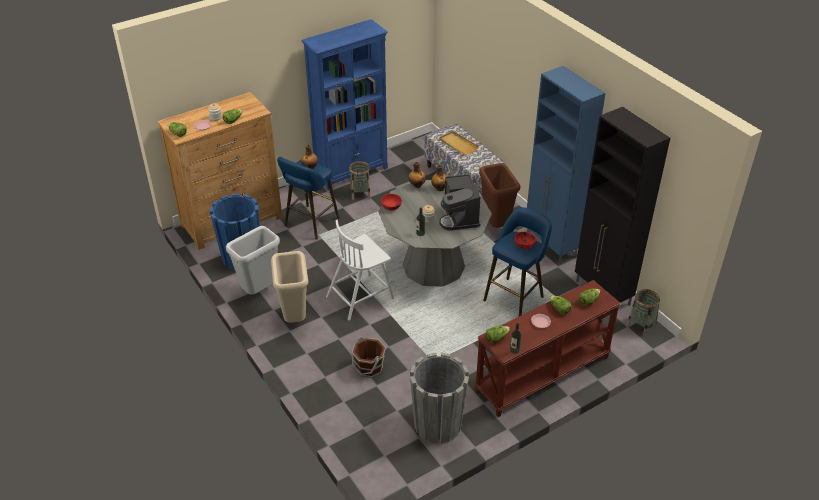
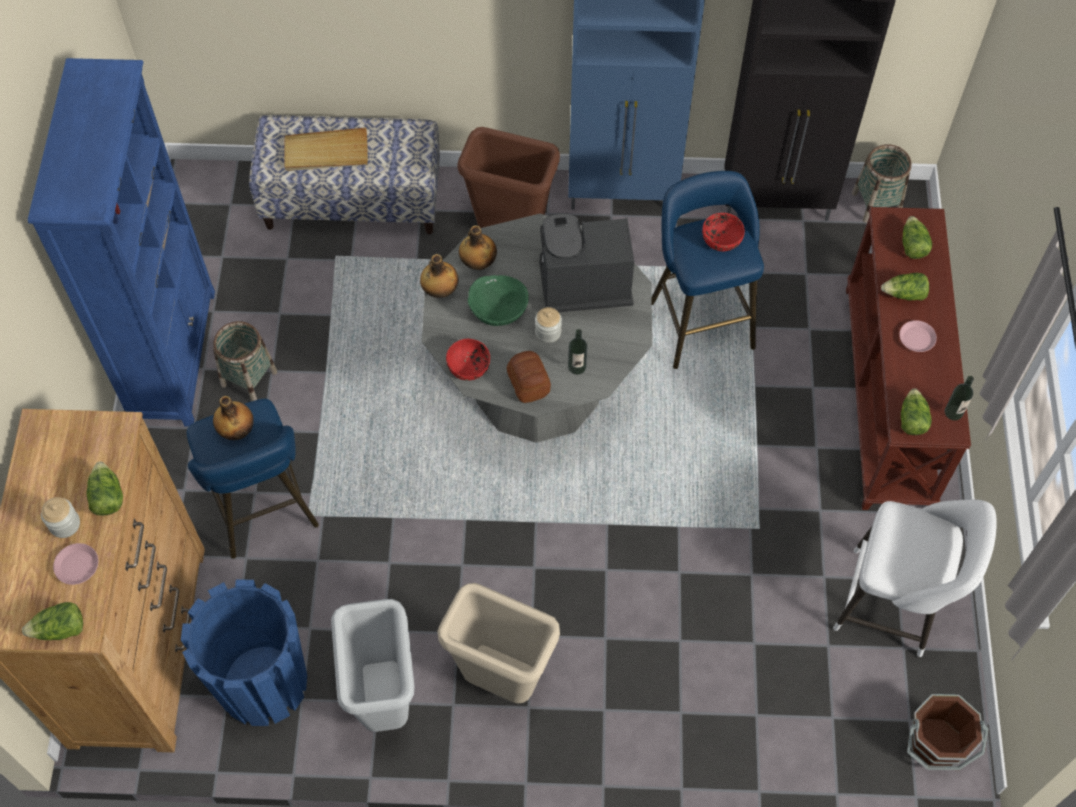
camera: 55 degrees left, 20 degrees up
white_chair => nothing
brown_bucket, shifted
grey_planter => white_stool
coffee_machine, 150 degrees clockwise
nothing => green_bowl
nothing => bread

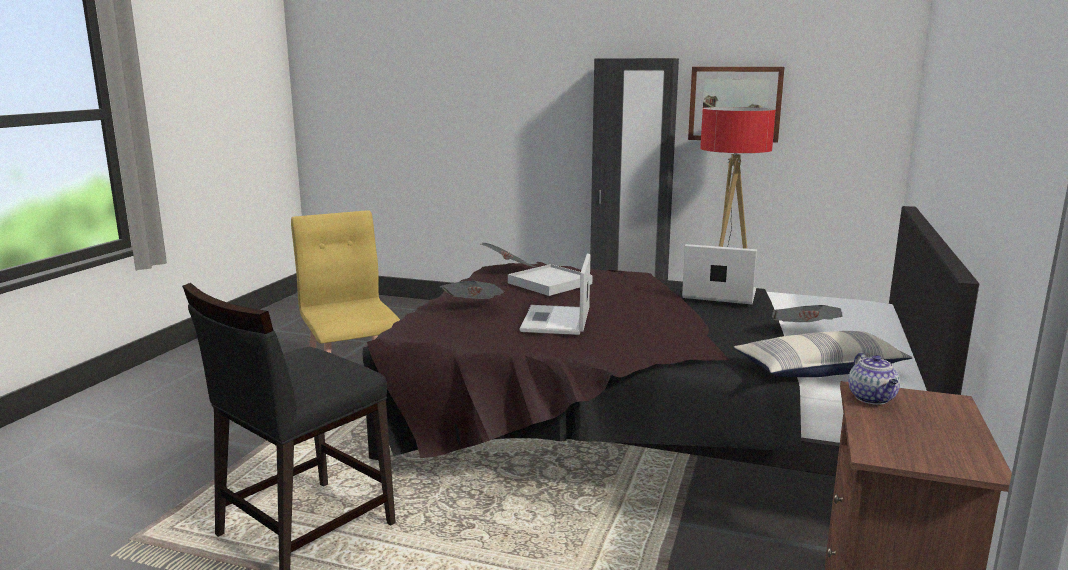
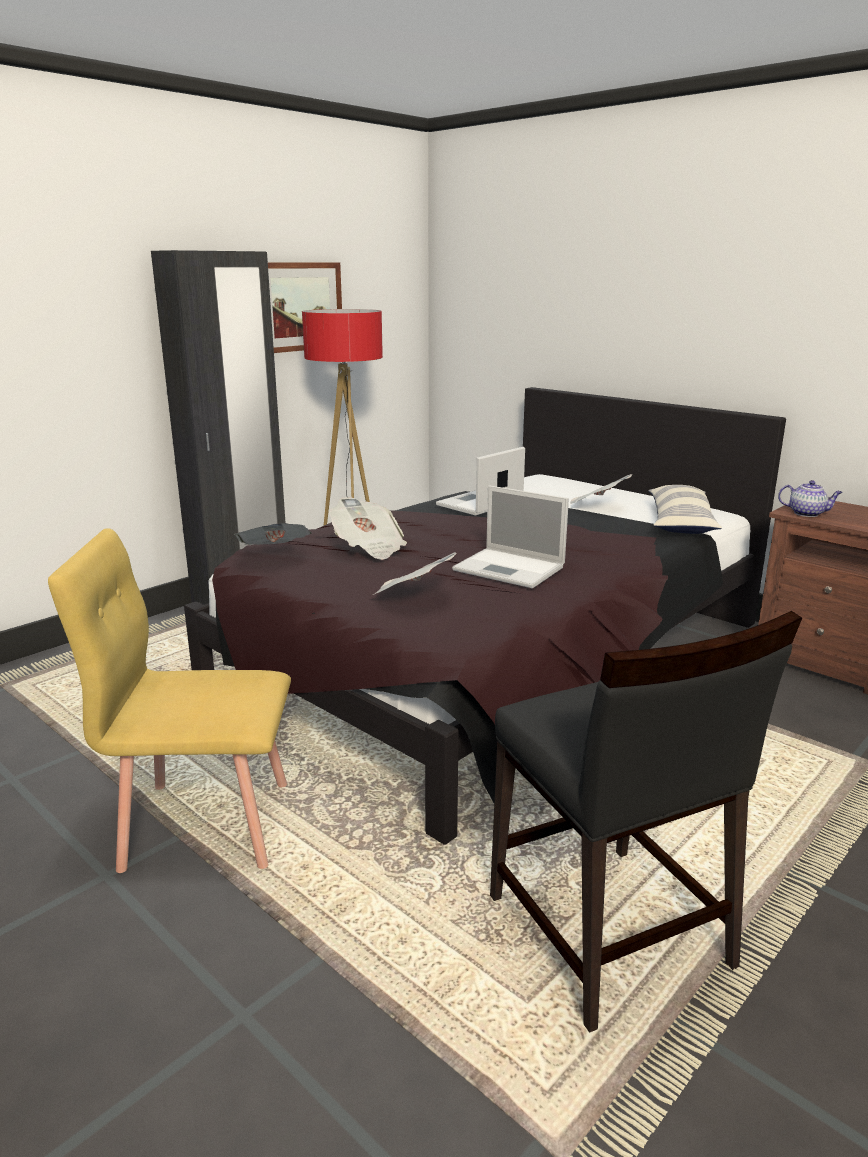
camera: 65 degrees left, 5 degrees up
white_tray => newspaper (no. 2 from left)

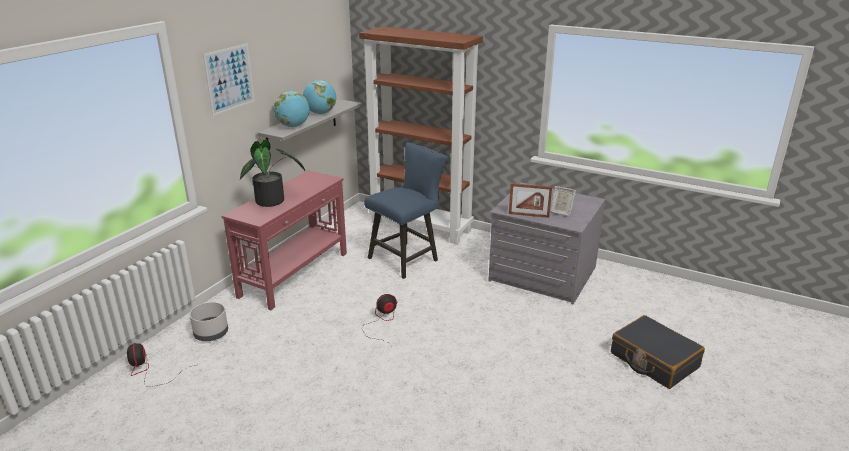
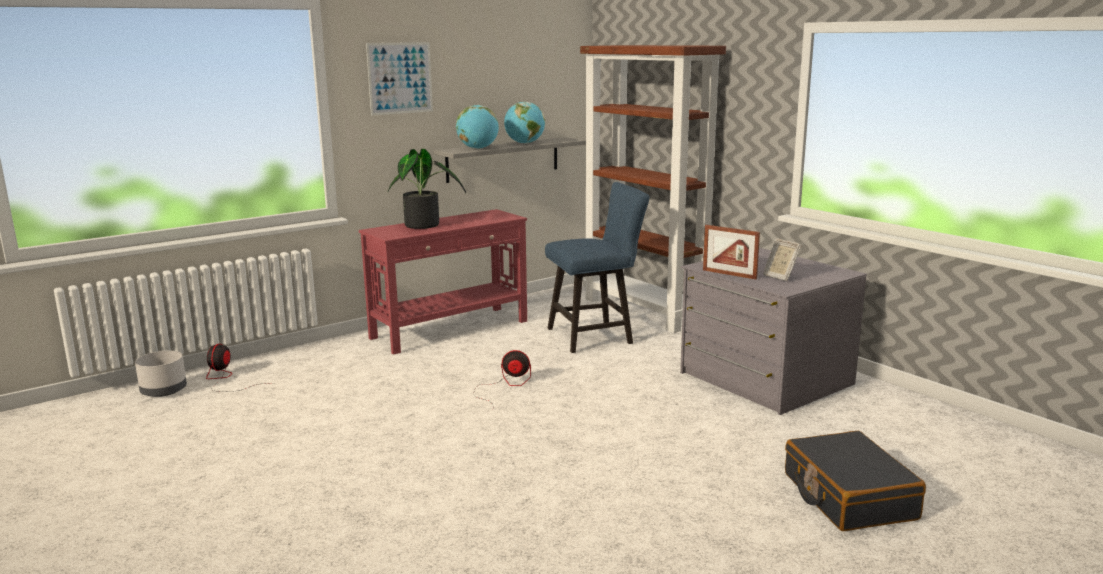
camera: 25 degrees right, 10 degrees down
grey_planter, shifted

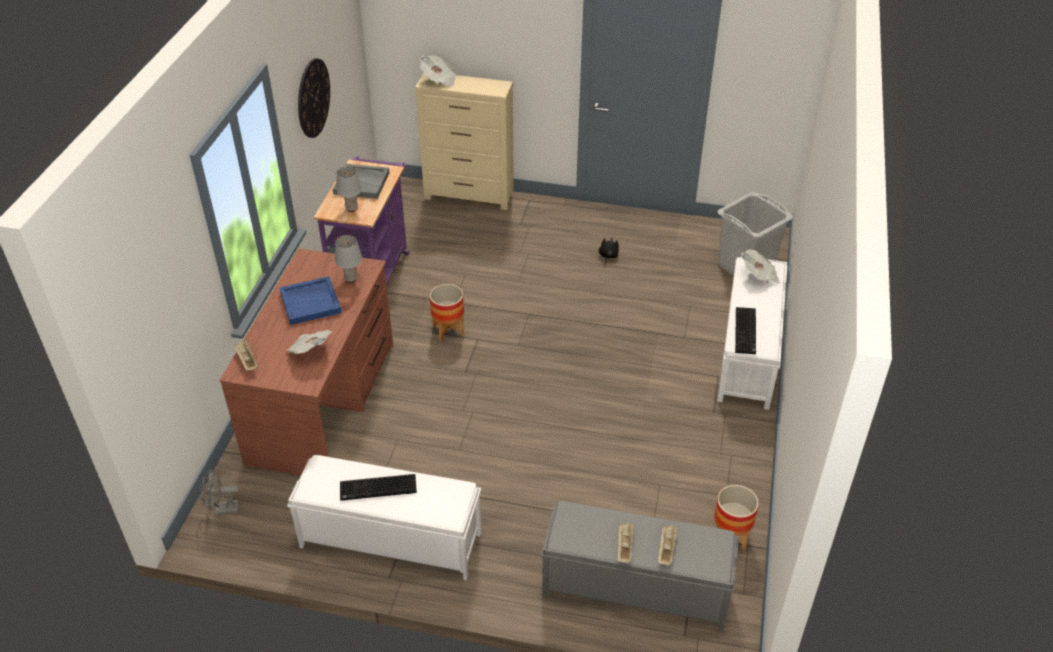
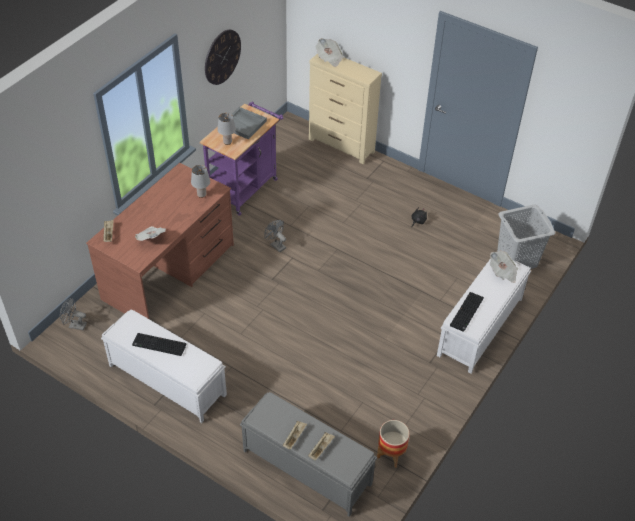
camera: 20 degrees right, 5 degrees up
blue_tray => nothing
planter (no. 1 from left) => grey_fan (no. 2 from left)

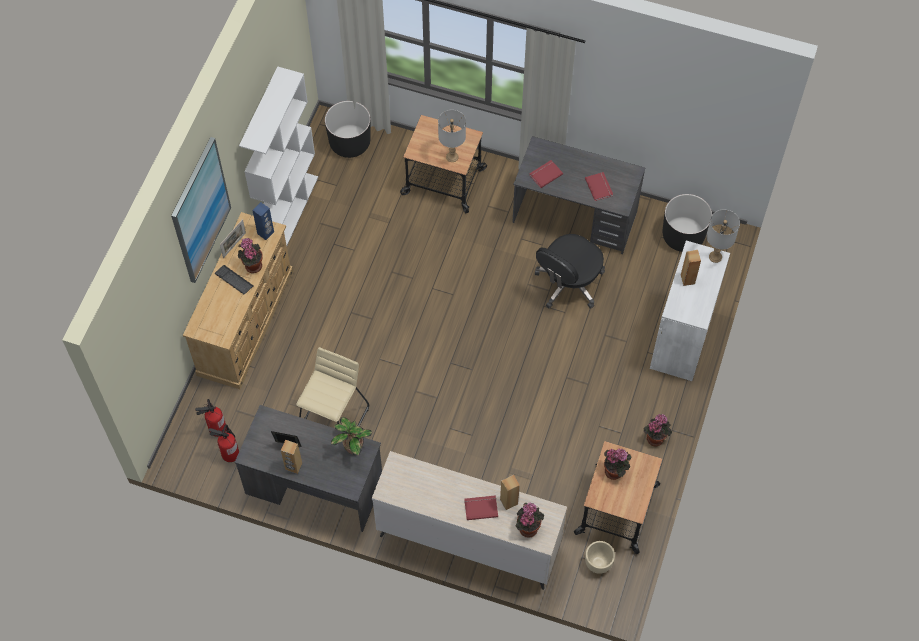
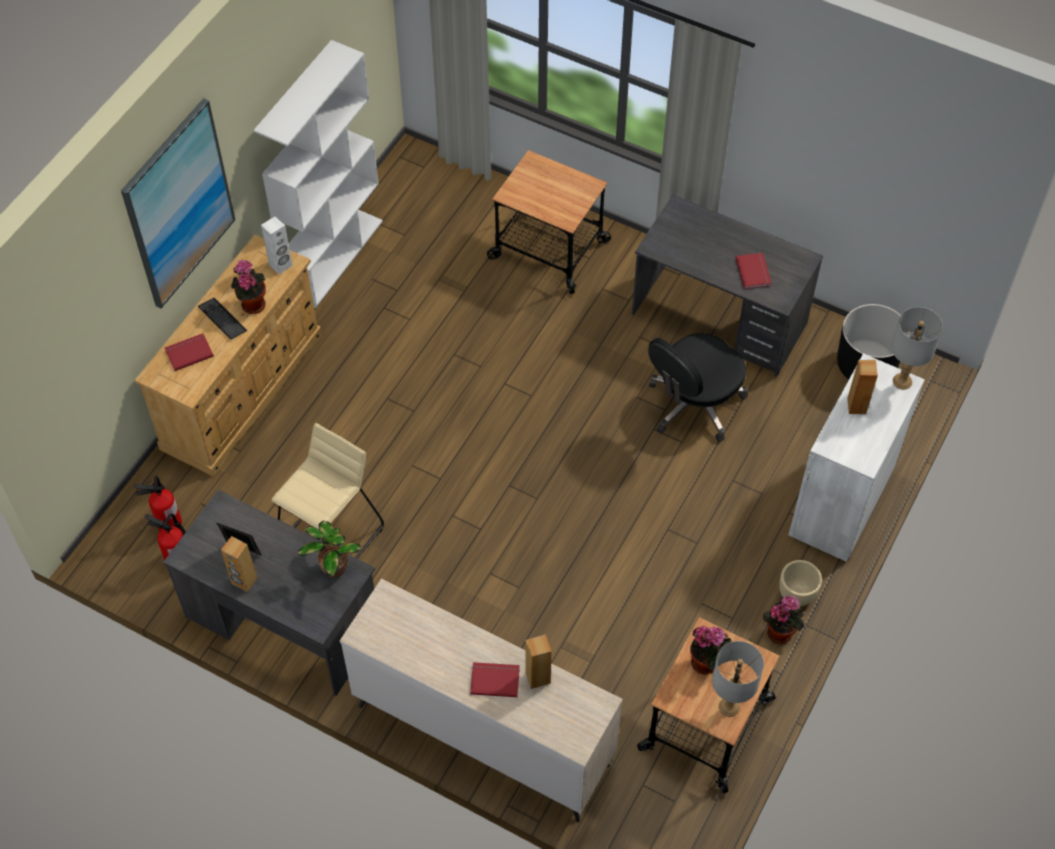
camera: 10 degrees right, 5 degrees down
picture_frame (no. 1 from left) => nothing
blue_speaker => white_speaker
black_planter (no. 1 from left) => nothing
grey_table_lamp (no. 1 from left), shifted
potted_plant (no. 3 from left) => nothing
red_book (no. 2 from left in the first image) => red_book (no. 1 from left), shifted
beige_planter, shifted

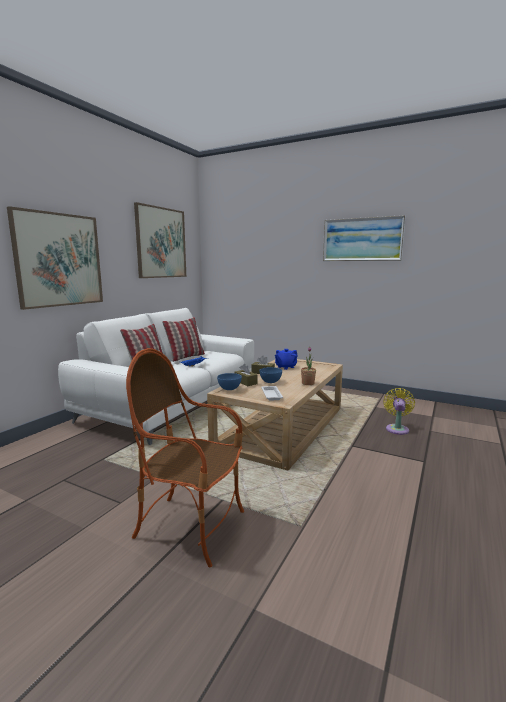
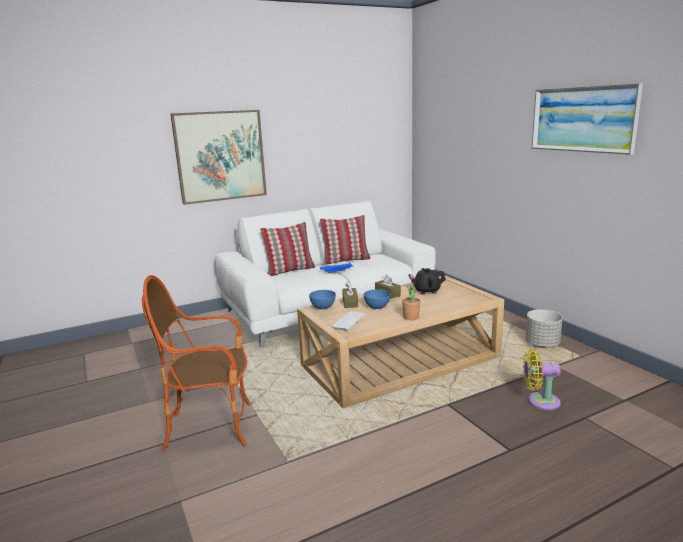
camera: 35 degrees right, 5 degrees up
armchair, 60 degrees counterclockwise
picture (no. 2 from left) => nothing
blue_teapot => black_teapot
yellow_fan, 135 degrees counterclockwise
nothing => grey_planter

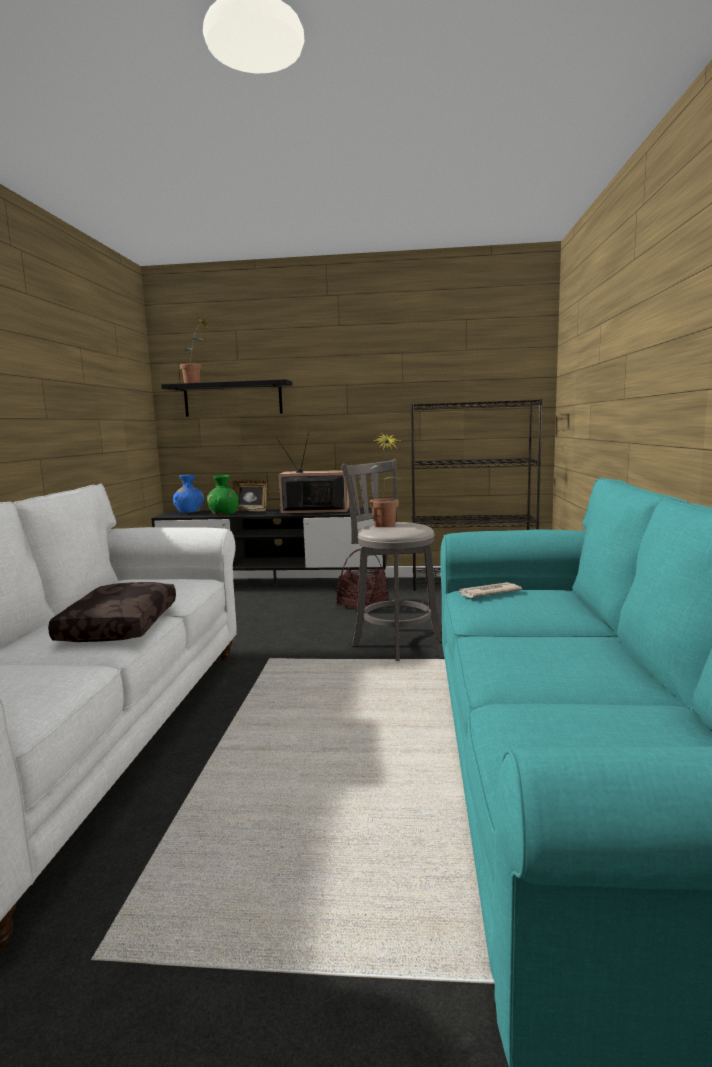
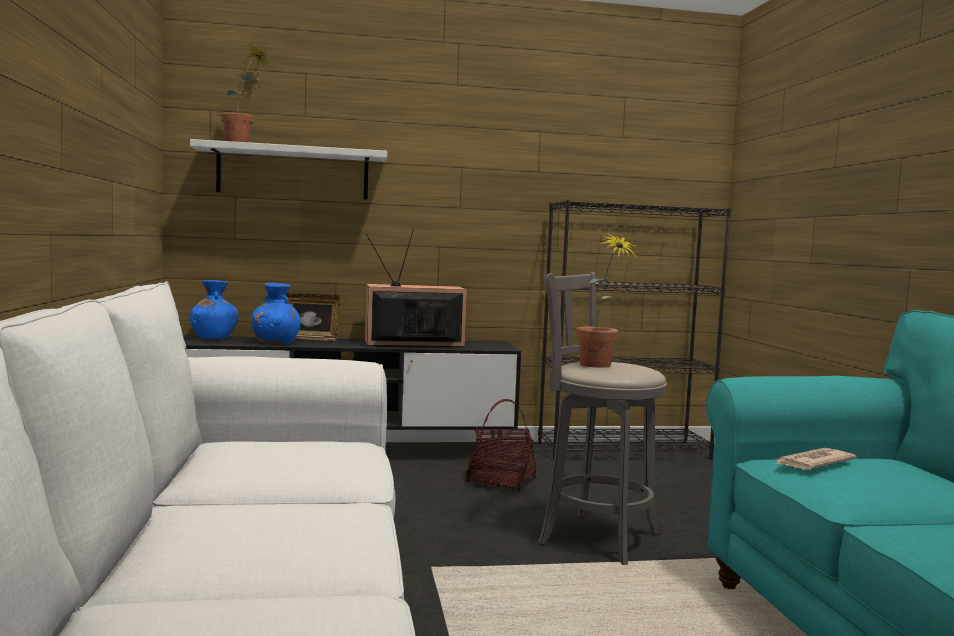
camera: 15 degrees left, 5 degrees down
brown_pillow => nothing
black_shelf => white_shelf
green_vase => blue_vase (no. 2 from left)

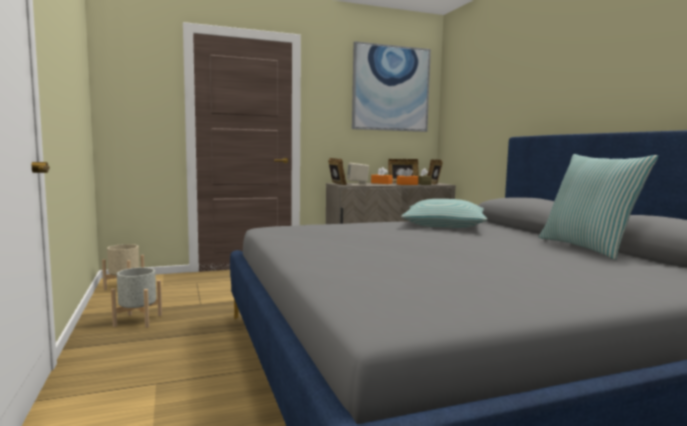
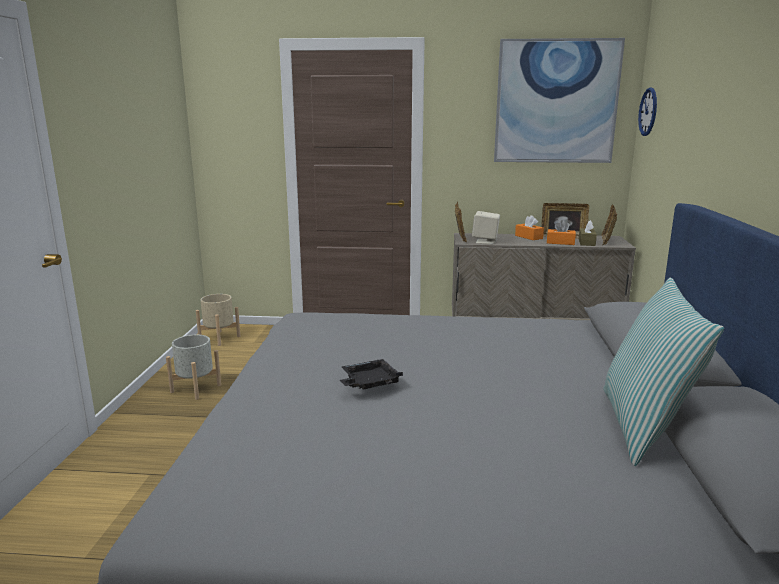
camera: 25 degrees right, 10 degrees up
pillow (no. 1 from left) => nothing
nothing => black_tray
nothing => wall_clock

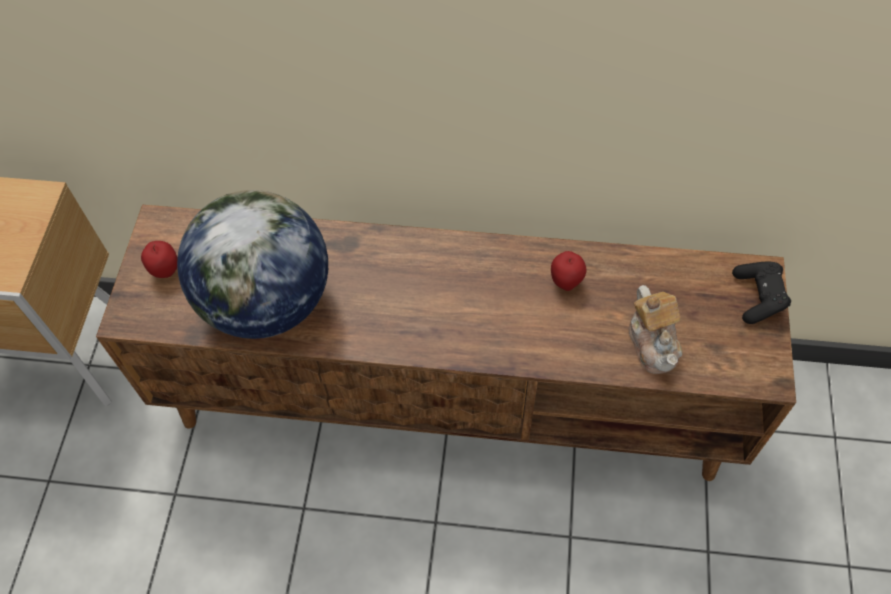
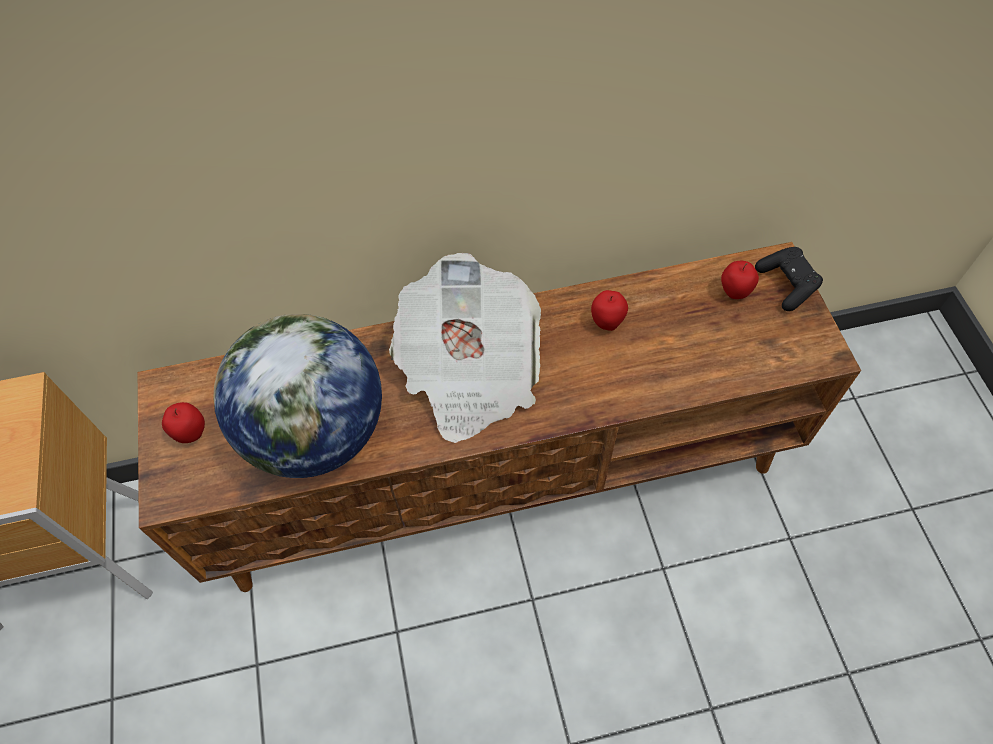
camera: 20 degrees left, 0 degrees up
teapot => nothing
nothing => newspaper
nothing => apple (no. 3 from left)

